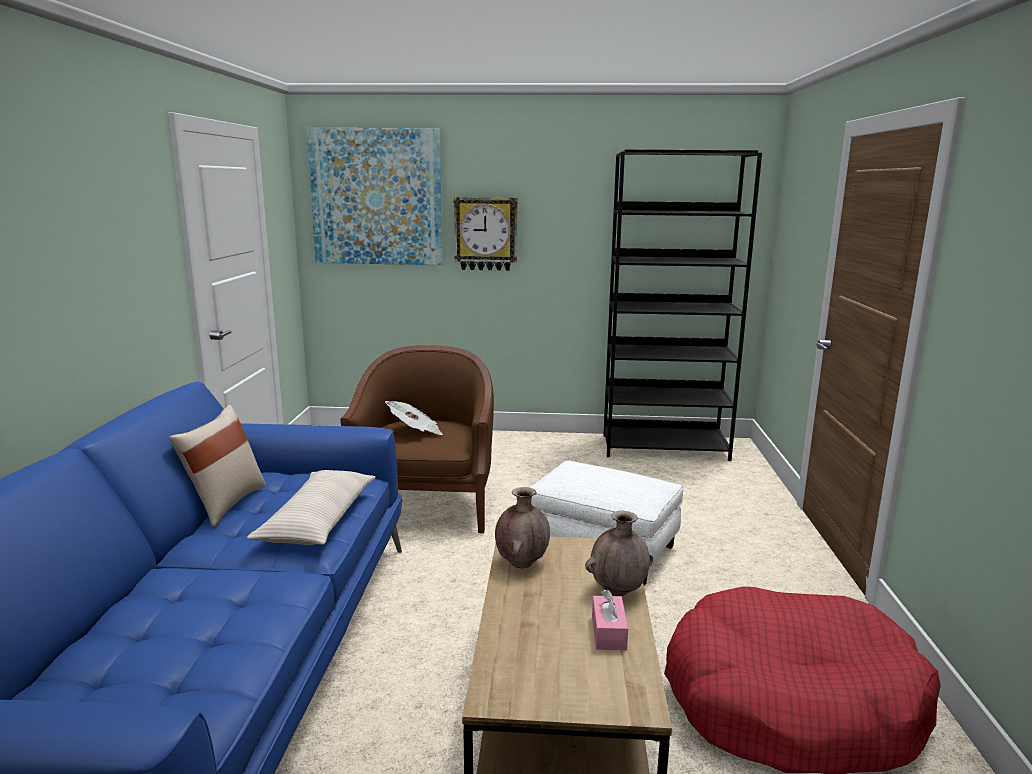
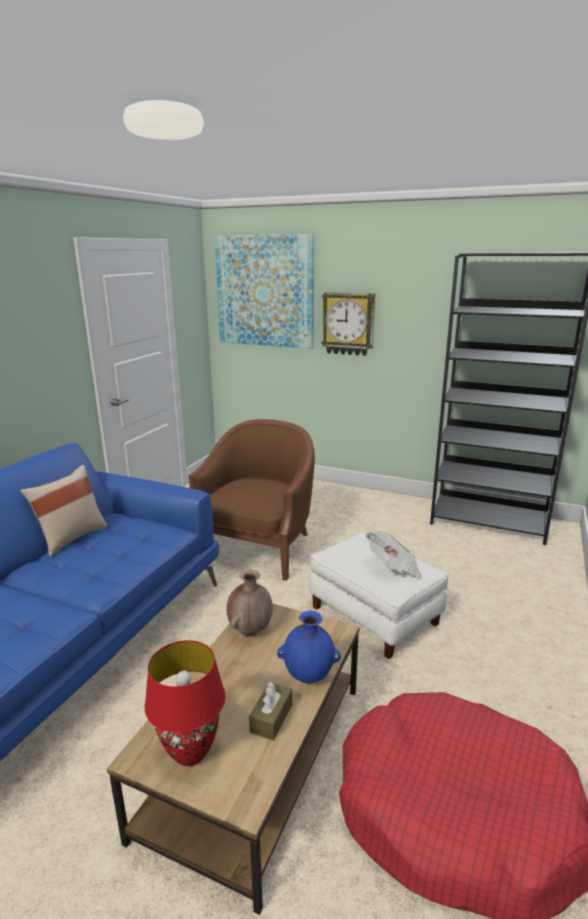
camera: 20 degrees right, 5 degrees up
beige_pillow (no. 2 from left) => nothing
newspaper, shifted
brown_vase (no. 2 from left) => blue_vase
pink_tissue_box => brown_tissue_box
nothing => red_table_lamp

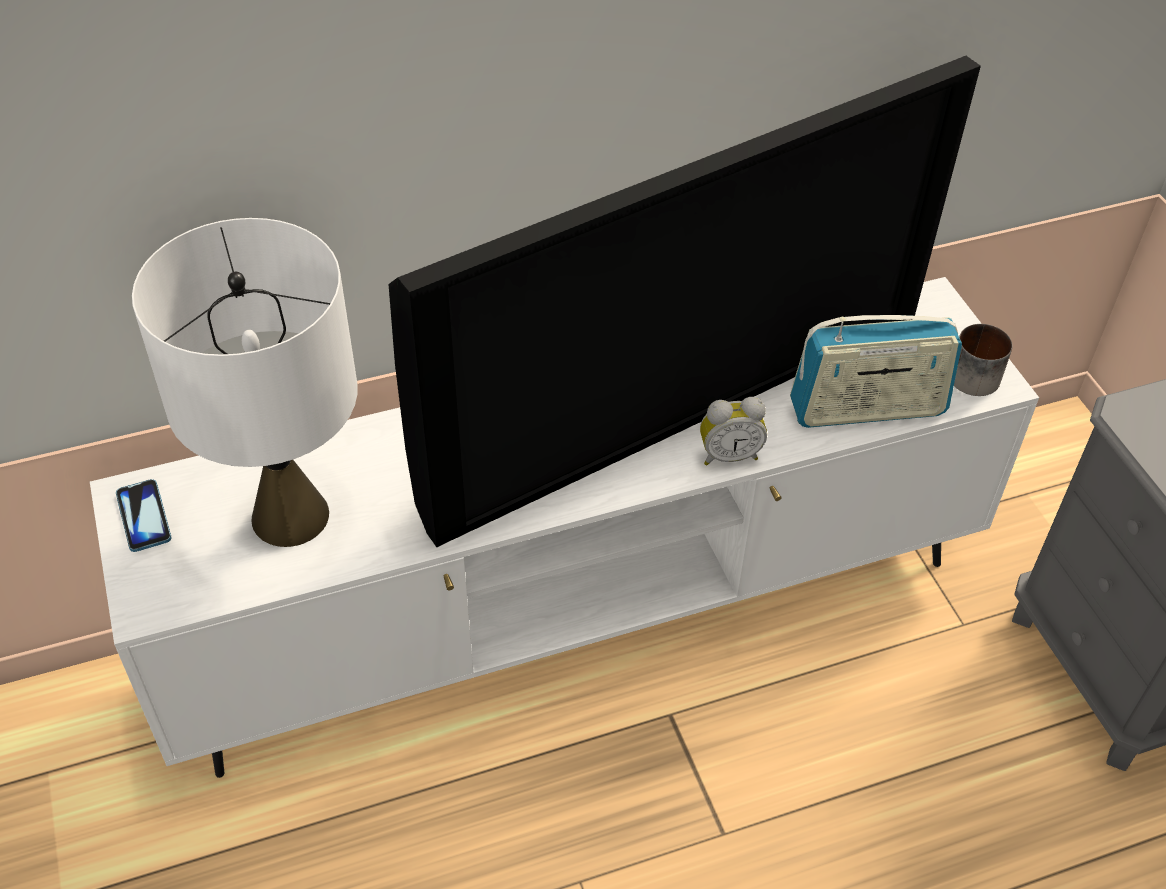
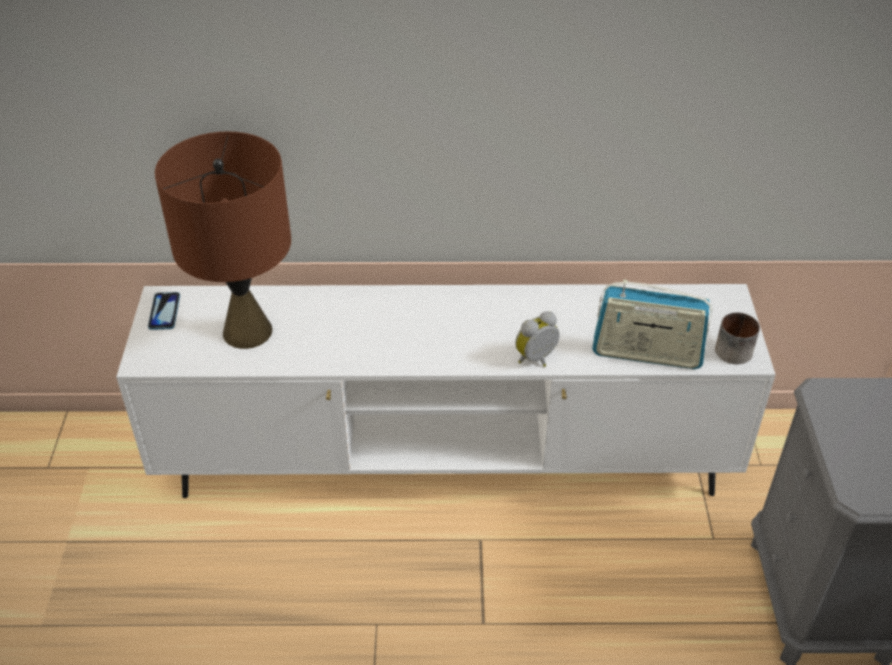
camera: 20 degrees right, 5 degrees down
white_table_lamp => brown_table_lamp
television => nothing
alarm_clock, 135 degrees clockwise

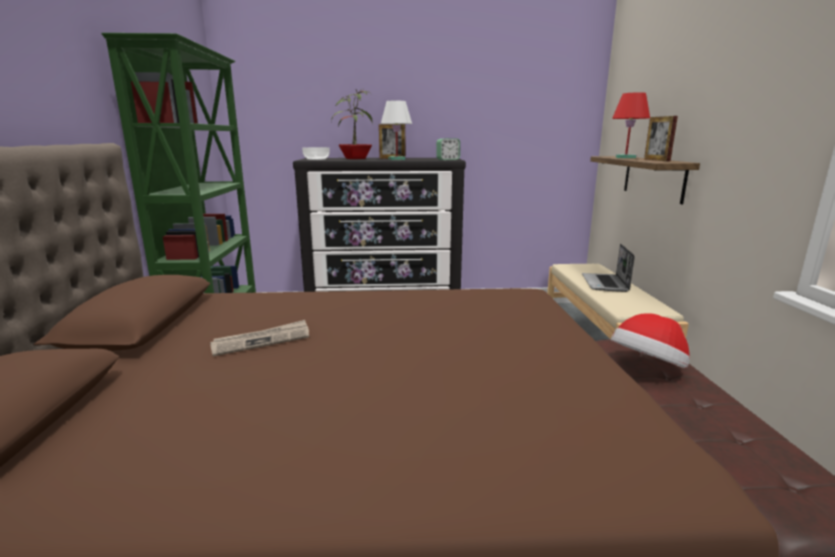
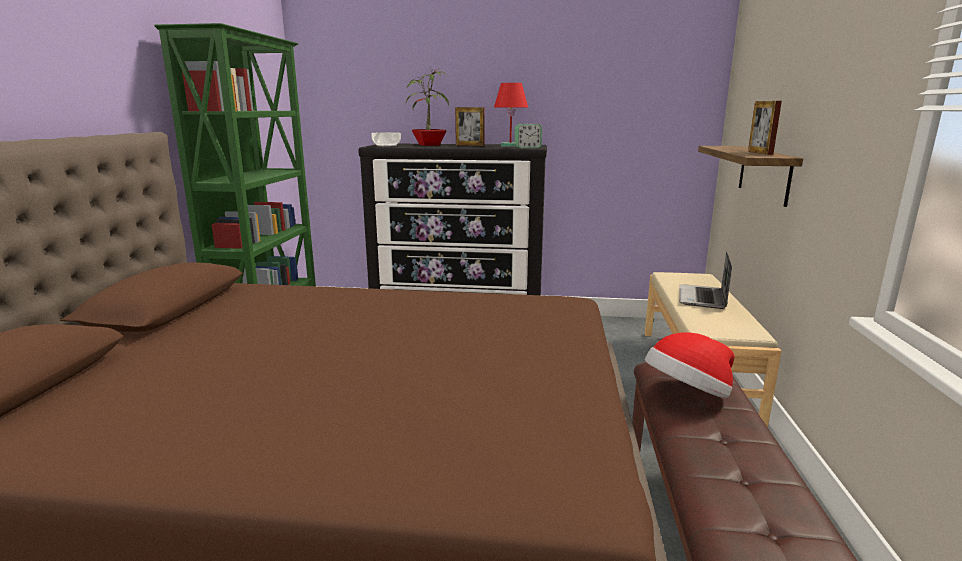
camera: 10 degrees right, 0 degrees up
newspaper => nothing
white_table_lamp => nothing
red_table_lamp, shifted

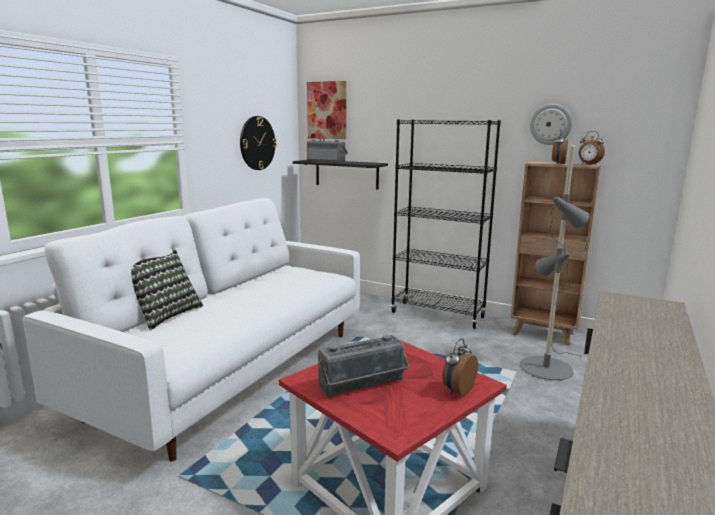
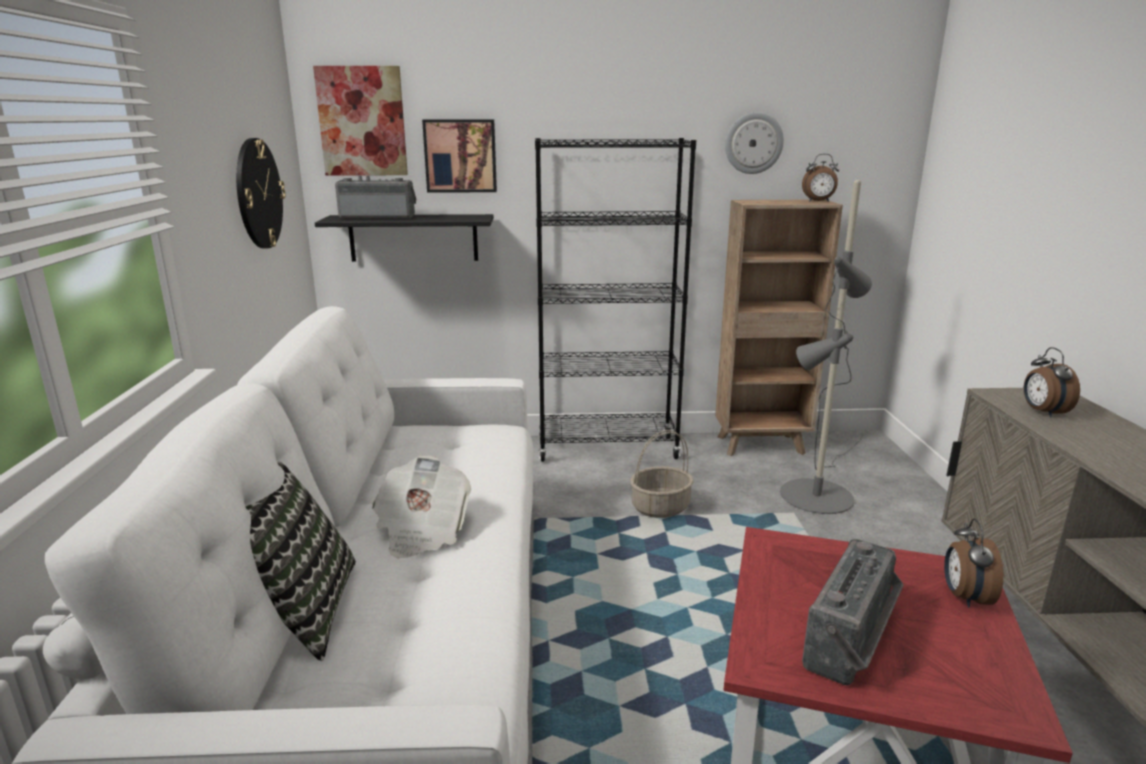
camera: 30 degrees left, 5 degrees up
alarm_clock (no. 2 from left in the first image) => alarm_clock (no. 3 from left), shifted
nothing => newspaper
nothing => picture (no. 2 from left)
nothing => basket

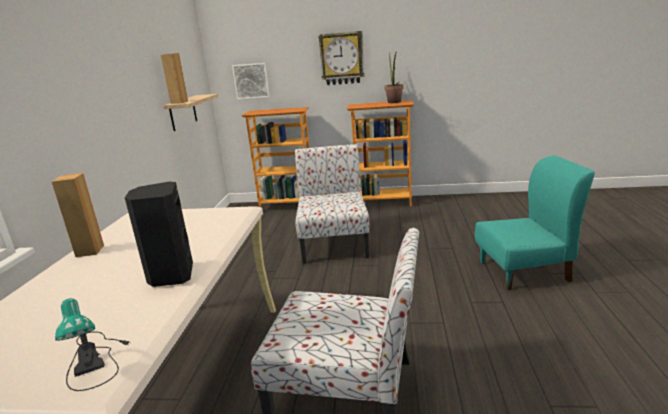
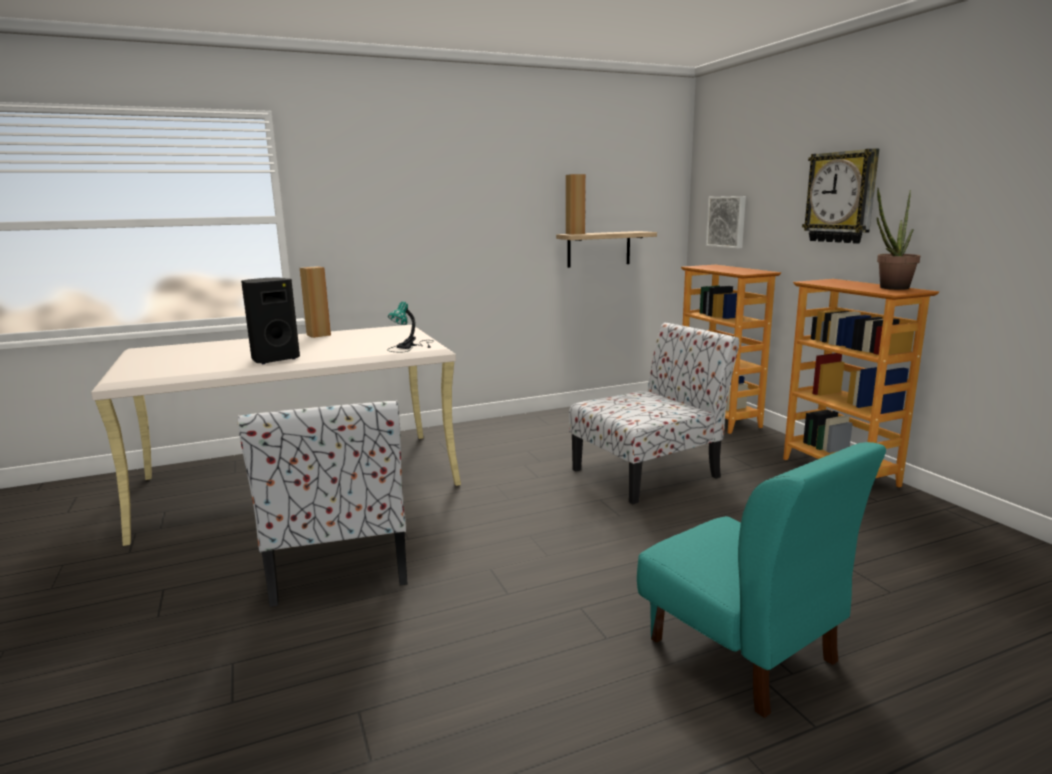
camera: 60 degrees right, 5 degrees down
table_lamp, shifted

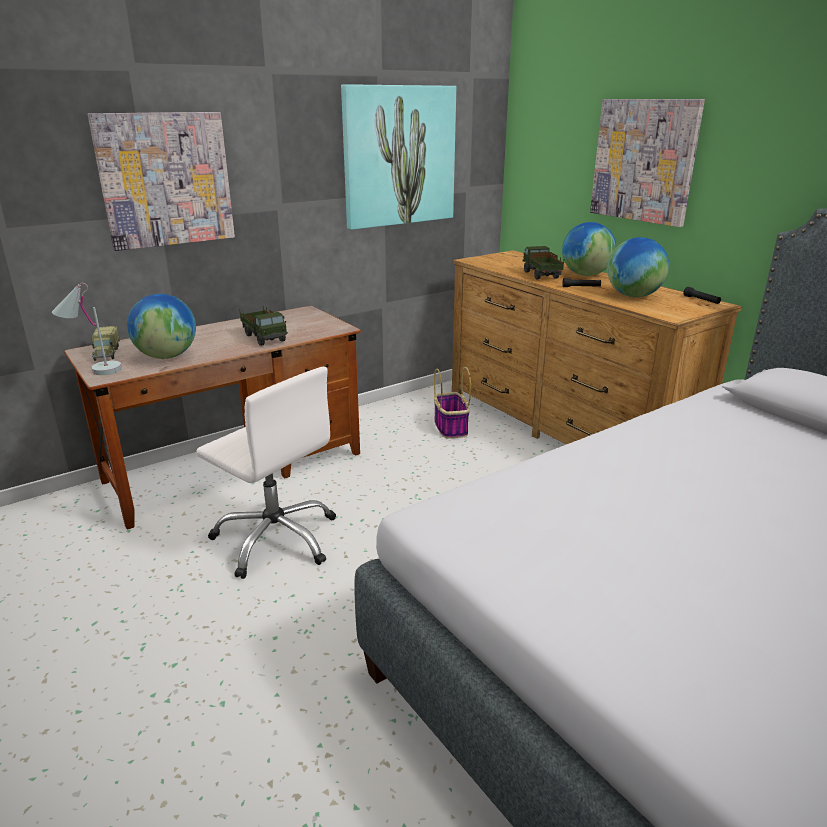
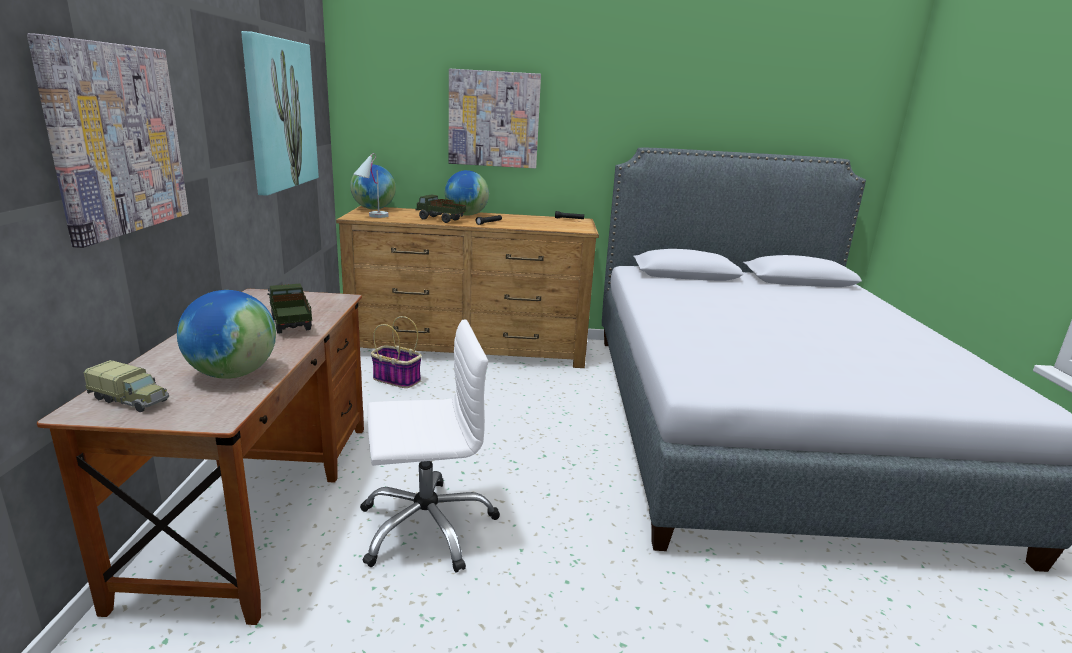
camera: 55 degrees left, 5 degrees down
white_table_lamp, shifted
toy_truck (no. 2 from left), 120 degrees counterclockwise
globe (no. 3 from left in the first image) => globe (no. 2 from left), shifted

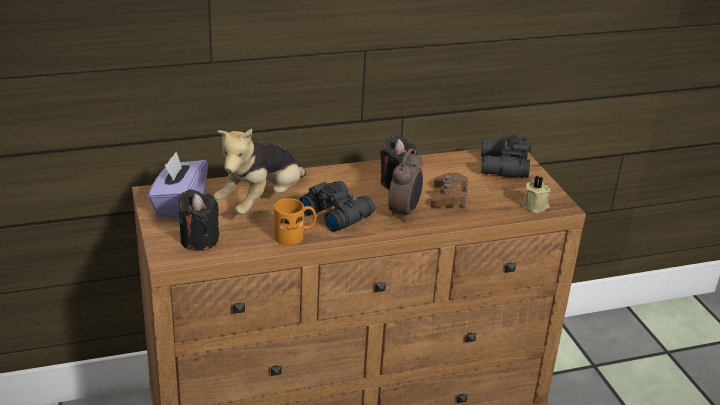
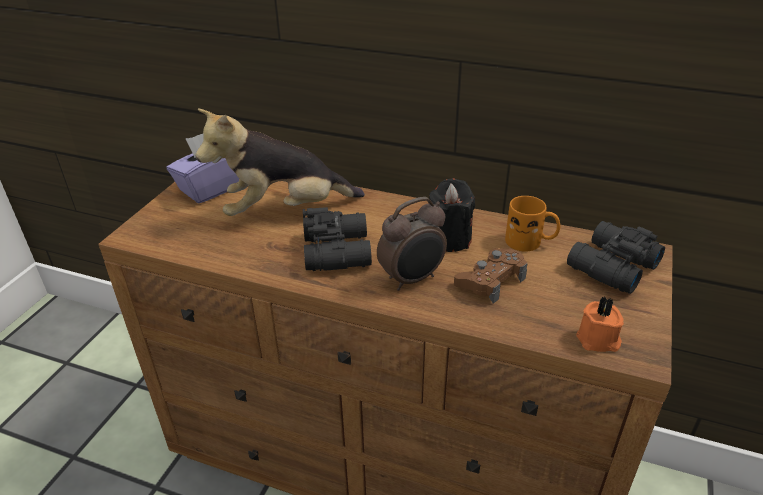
camera: 40 degrees right, 5 degrees up
black_candle (no. 1 from left) => nothing
orange_mug, shifted
beige_candle => orange_candle

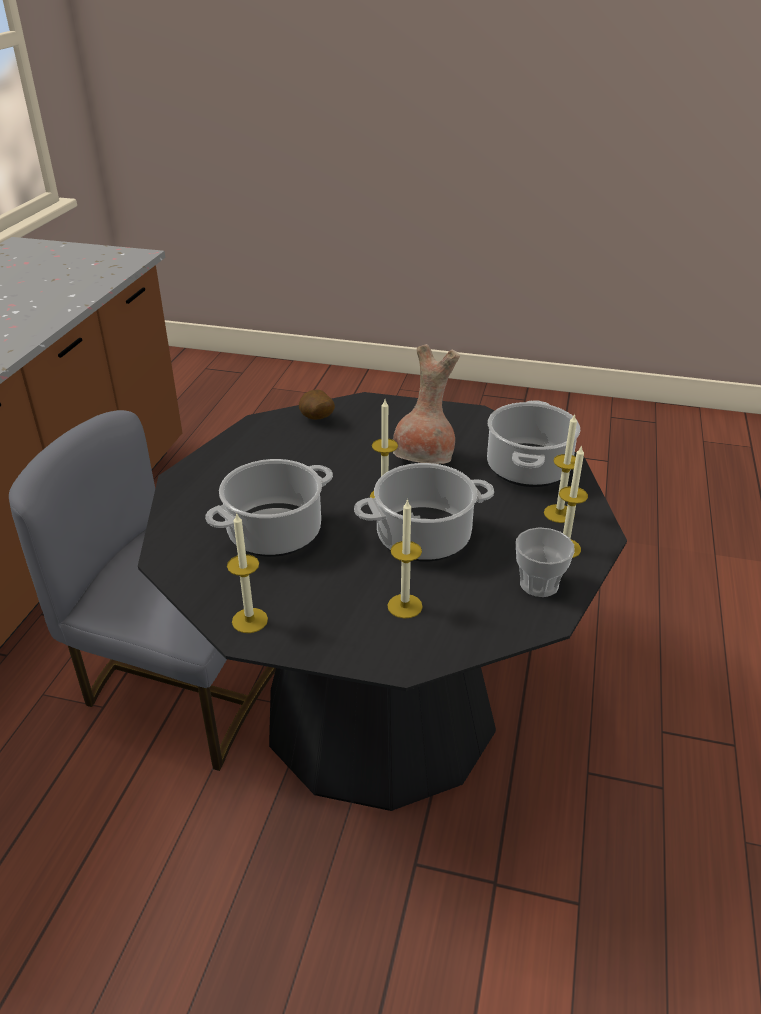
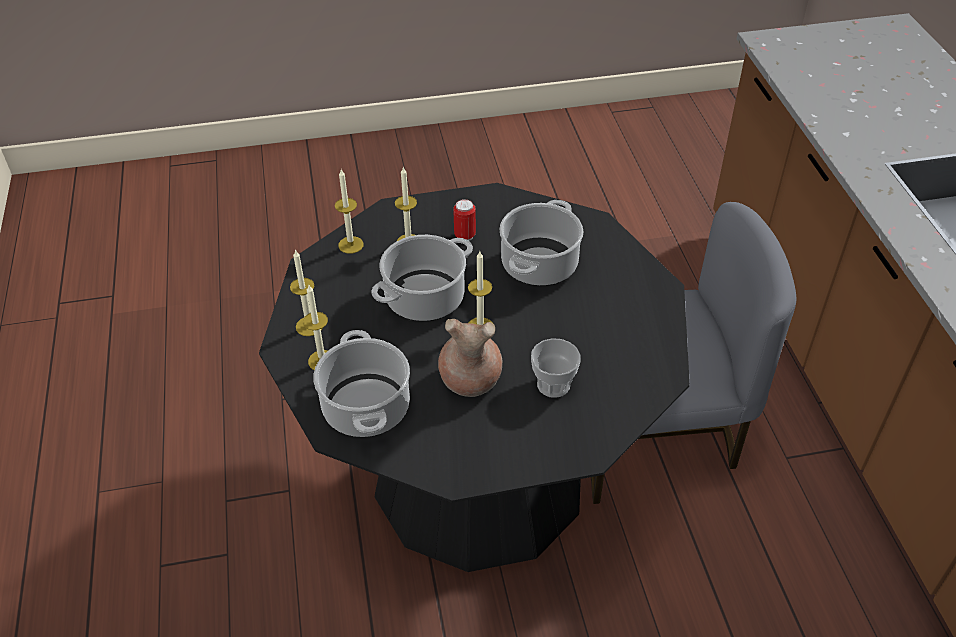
camera: 155 degrees right, 10 degrees up
candle (no. 1 from left in the first image) => candle (no. 3 from left), shifted
potato => nothing
cup, shifted
nothing => can

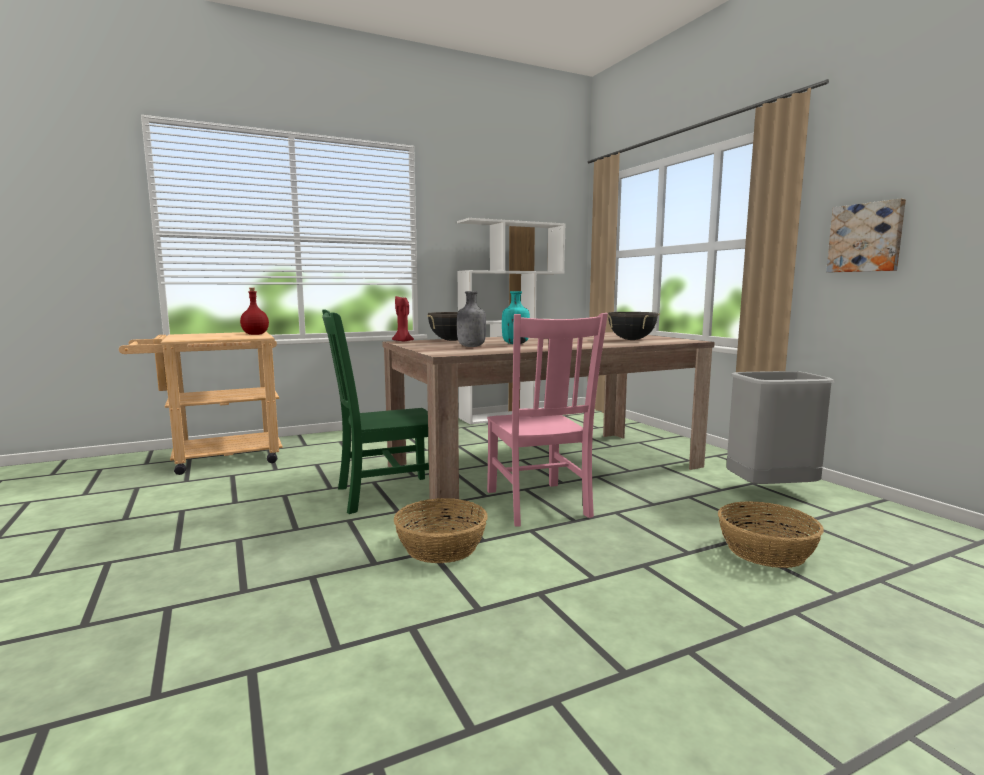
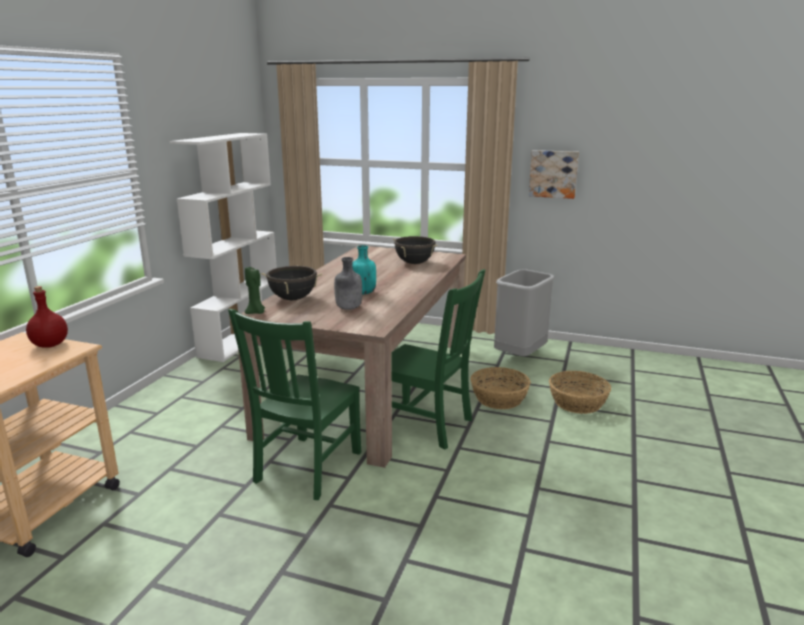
camera: 45 degrees left, 10 degrees up
red_candle => green_candle
basket (no. 1 from left), shifted
pink_chair => green_chair (no. 2 from left)

